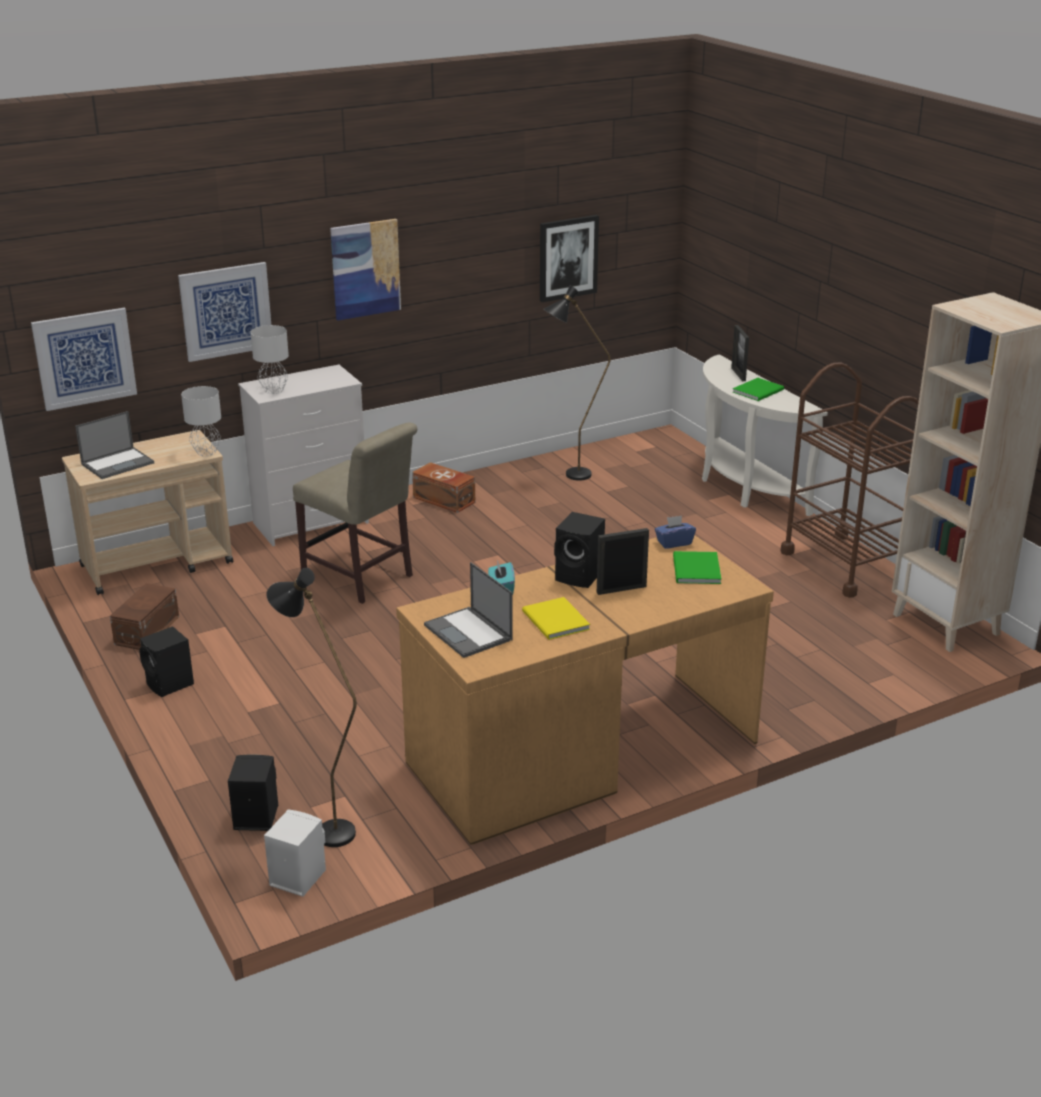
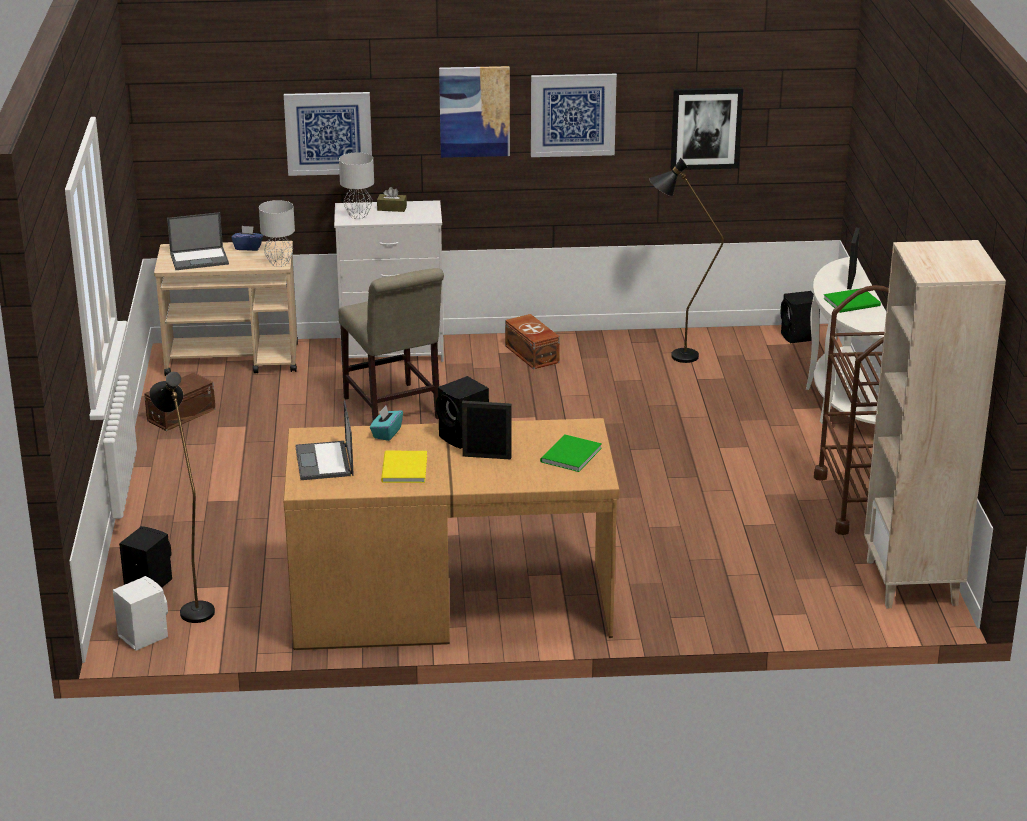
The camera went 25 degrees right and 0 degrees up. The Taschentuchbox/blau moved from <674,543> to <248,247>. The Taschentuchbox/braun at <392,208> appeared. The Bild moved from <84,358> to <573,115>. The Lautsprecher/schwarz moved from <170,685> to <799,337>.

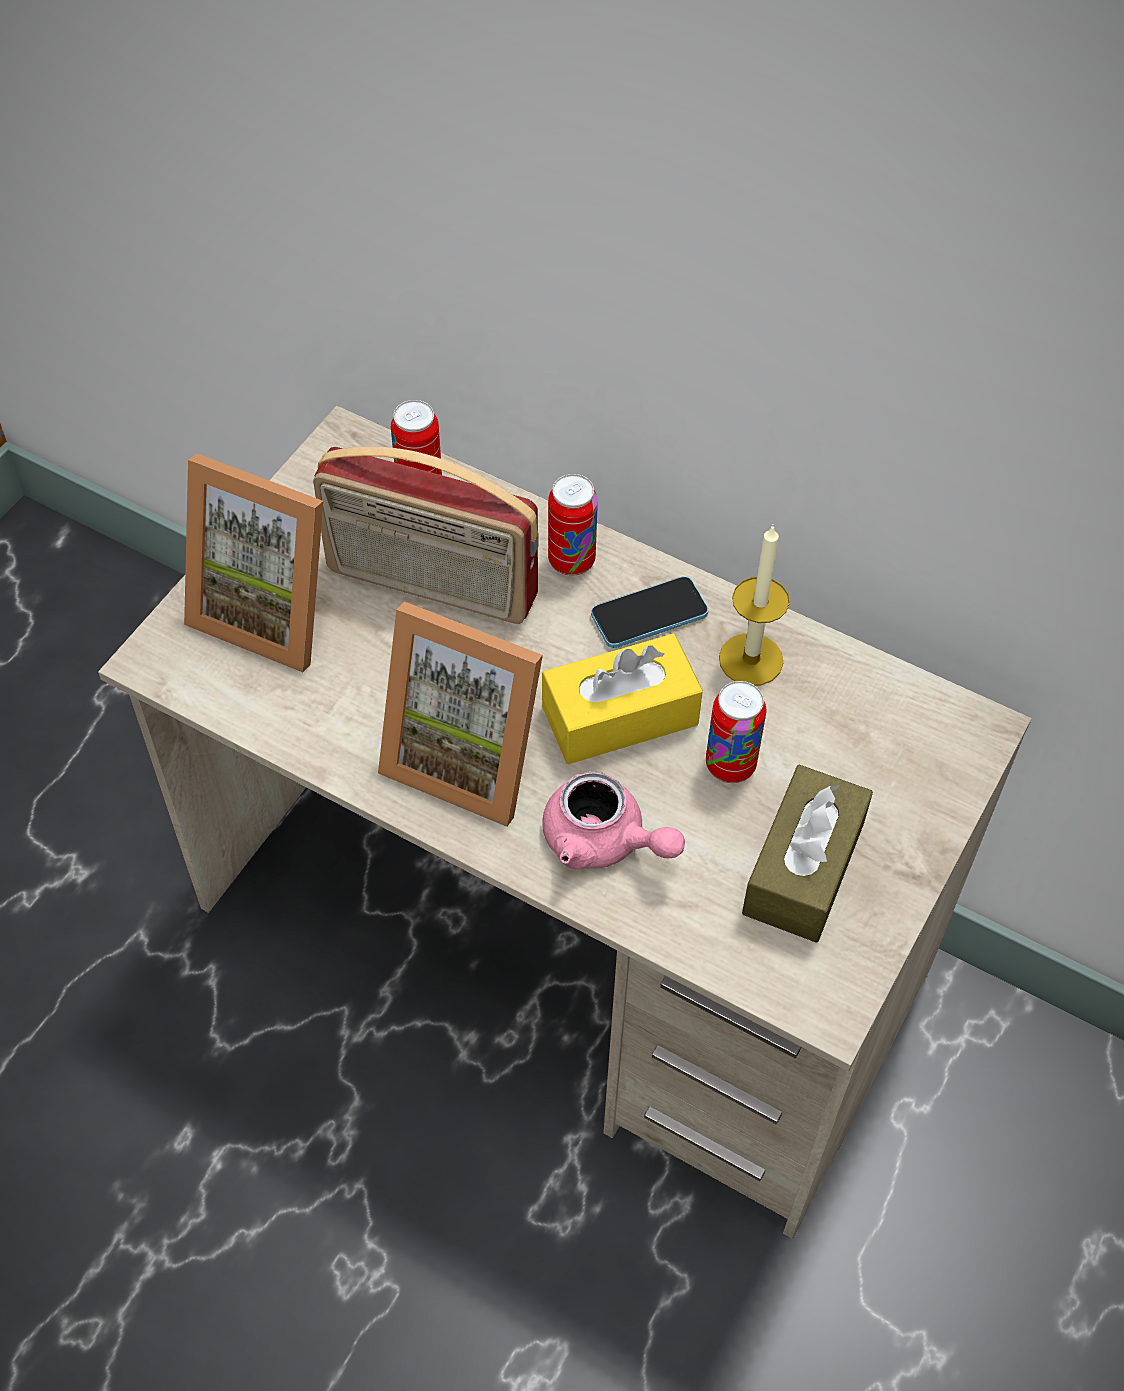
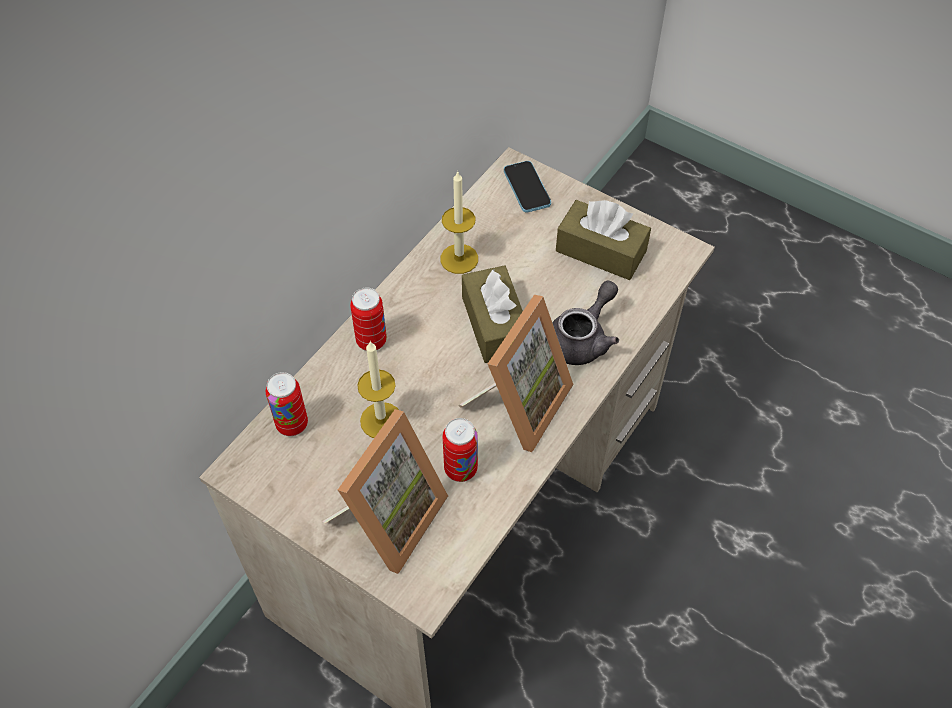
The camera went 85 degrees left and 0 degrees up. The Radio at <430,586> was replaced by the Kerze at <381,420>. The Dose moved from <730,765> to <460,469>. The Taschentuchbox/gelb at <620,716> became the Taschentuchbox/braun at <494,324>. The Handy moved from <649,614> to <527,188>. The Teekanne/rosa at <604,842> became the Teekanne/grau at <583,338>.

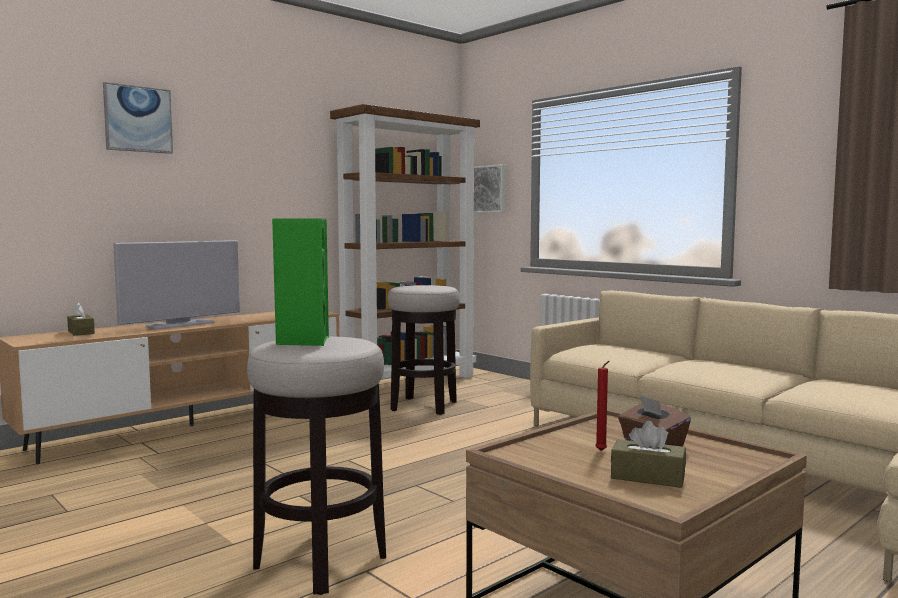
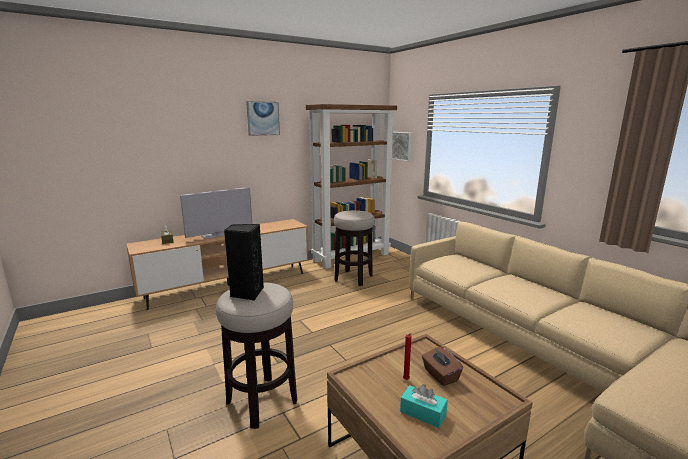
The camera went 10 degrees right and 10 degrees up. The Lautsprecher/grün at <303,341> became the Lautsprecher/schwarz at <247,293>. The Bild moved from <138,119> to <263,118>. The Taschentuchbox/braun at <647,477> became the Taschentuchbox/türkis at <423,413>.

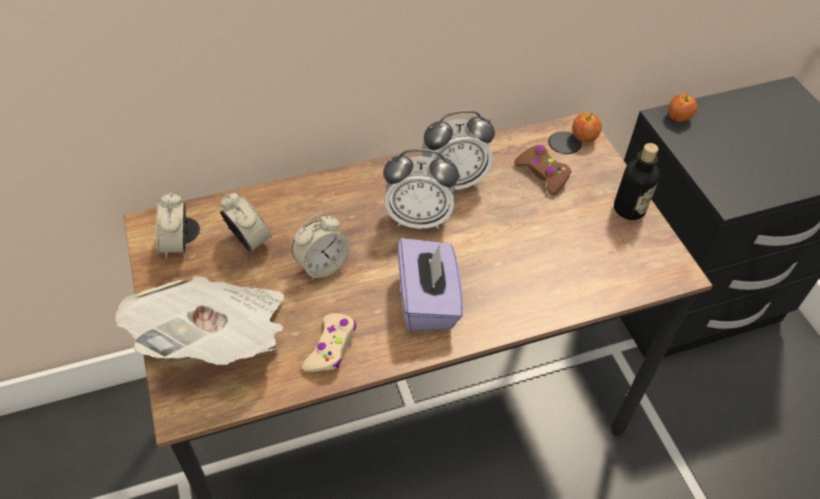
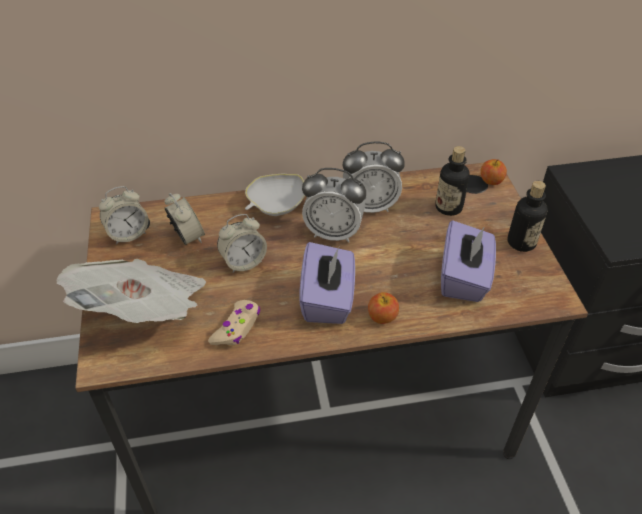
The camera went 10 degrees right and 5 degrees down. The Wecker at <177,244> turned 120 degrees counterclockwise. The Schüssel/weiß at <276,205> appeared. The Apfel moved from <679,117> to <382,317>. The Gamepad/braun at <542,174> was replaced by the Flasche at <448,207>. The Taschentuchbox/lila at <464,278> appeared.

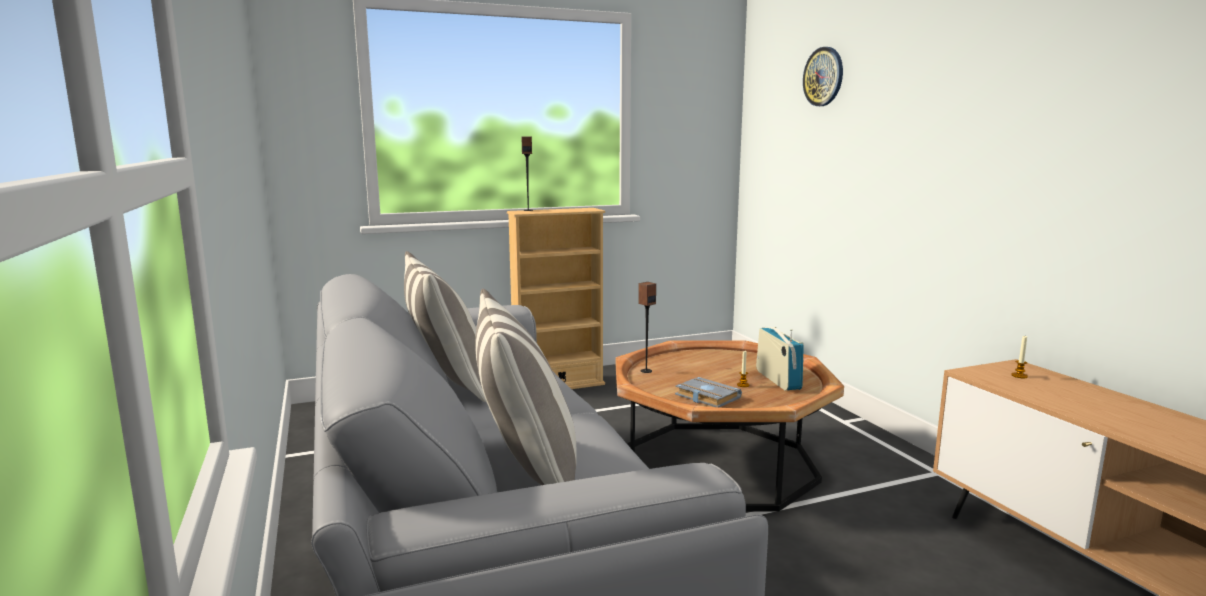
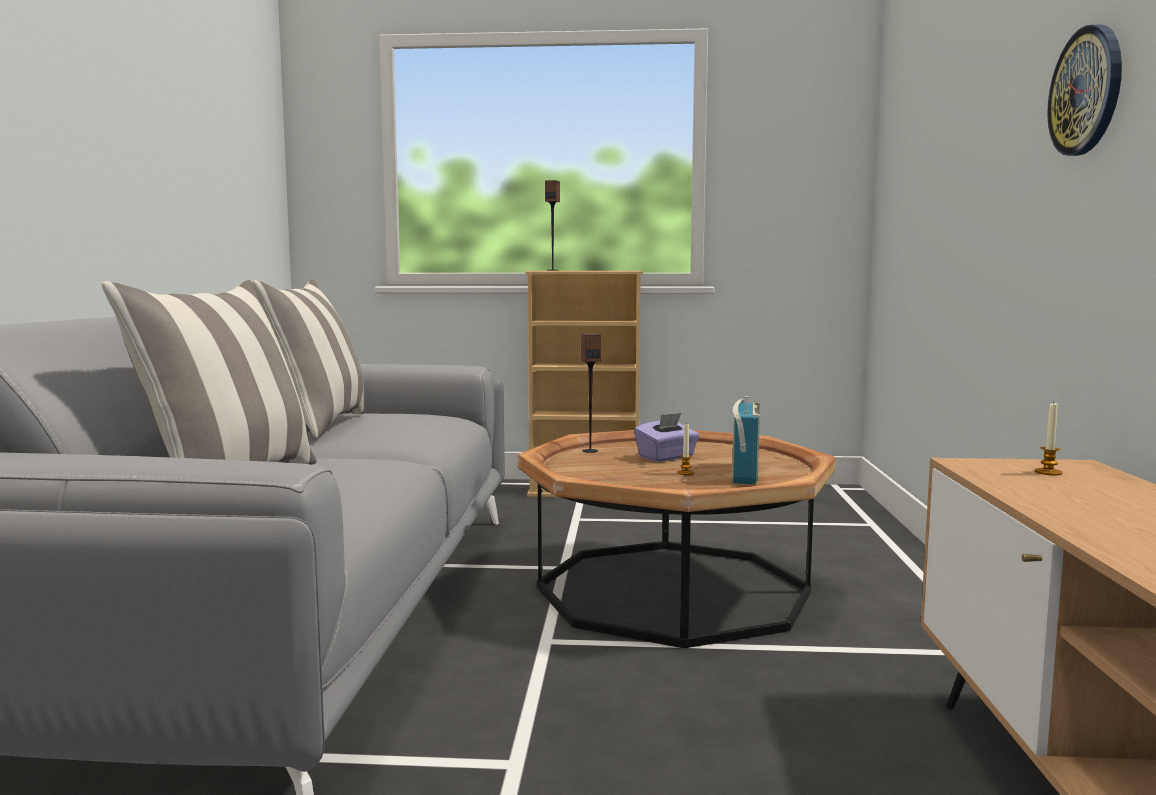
The camera went 25 degrees right and 5 degrees down. The Taschentuchbox/lila at <666,457> appeared. The Wanduhr moved from <823,76> to <1086,91>. The Buch/grau at <705,397> disappeared.

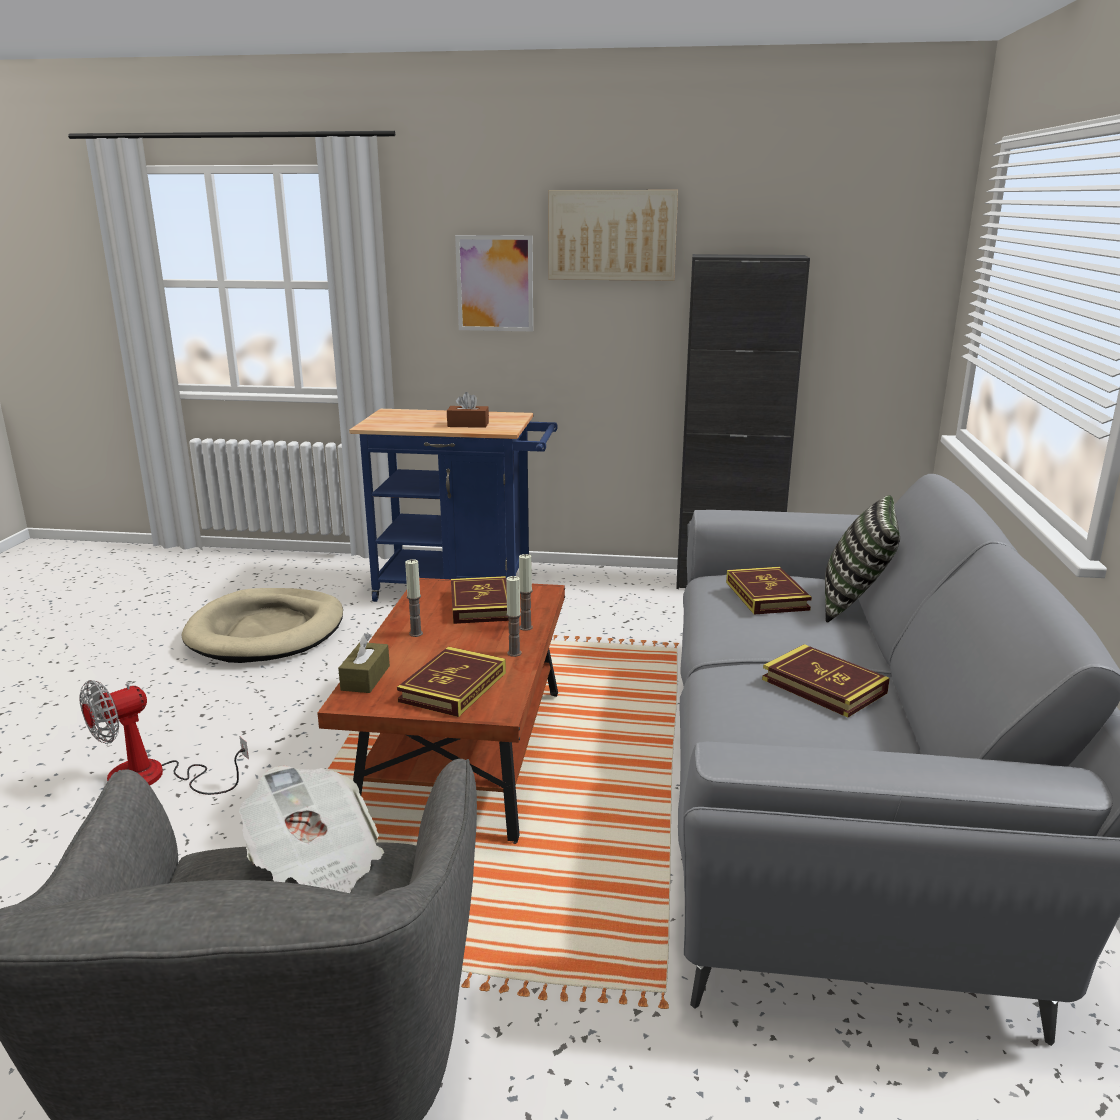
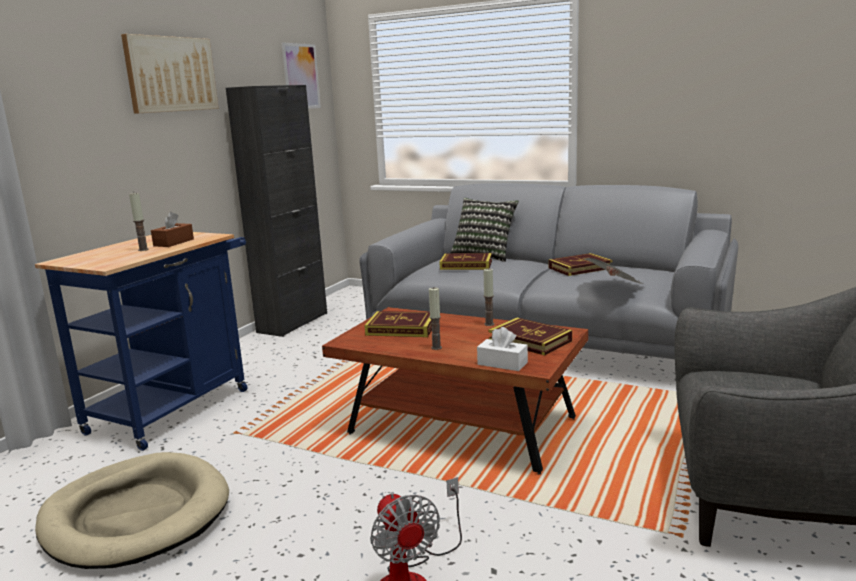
The camera went 70 degrees left and 5 degrees down. The Kerze moved from <526,627> to <143,250>. The Bild moved from <495,283> to <301,76>. The Taschentuchbox/braun at <365,678> became the Taschentuchbox/weiß at <502,363>. The Zeitung moved from <316,863> to <614,286>.

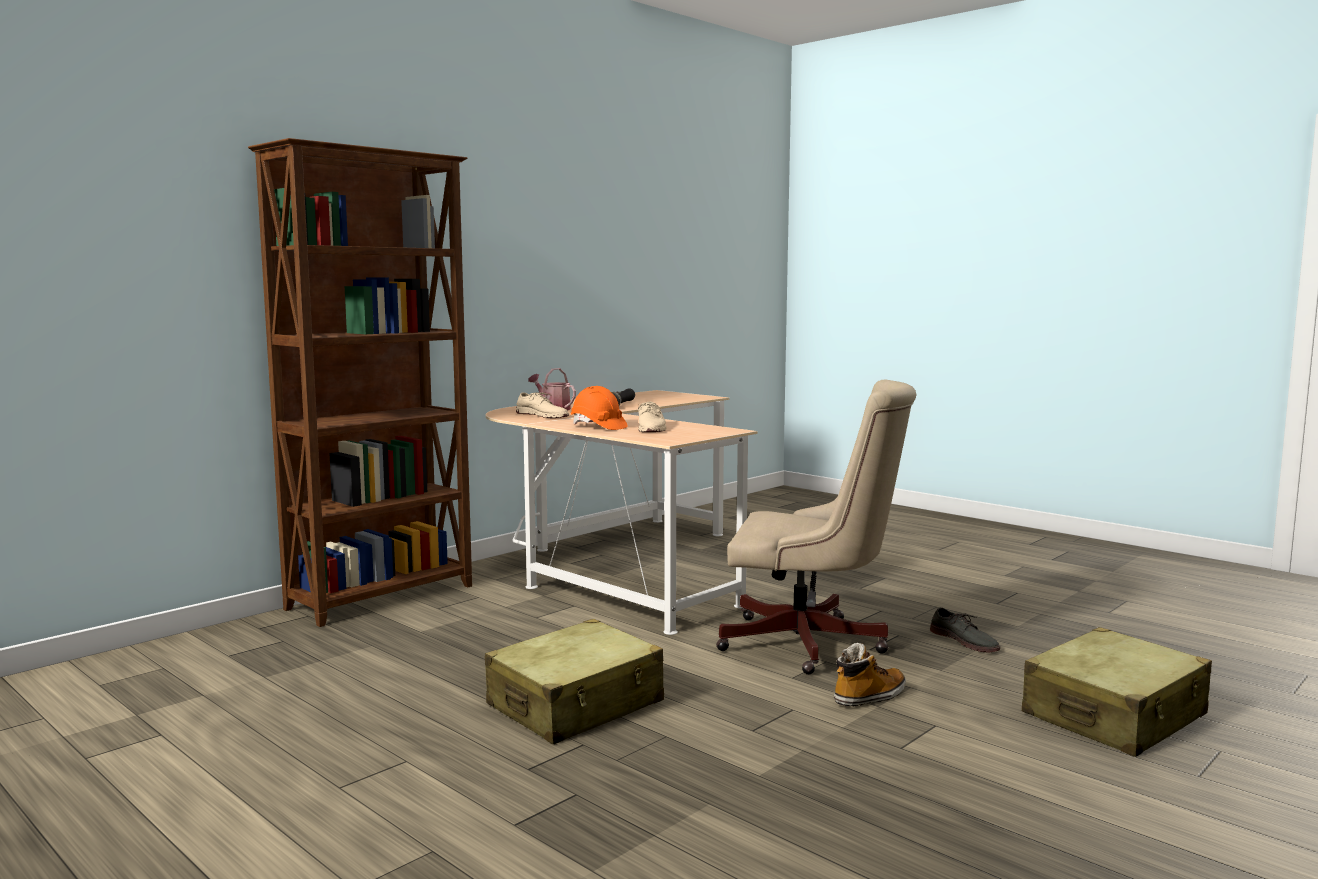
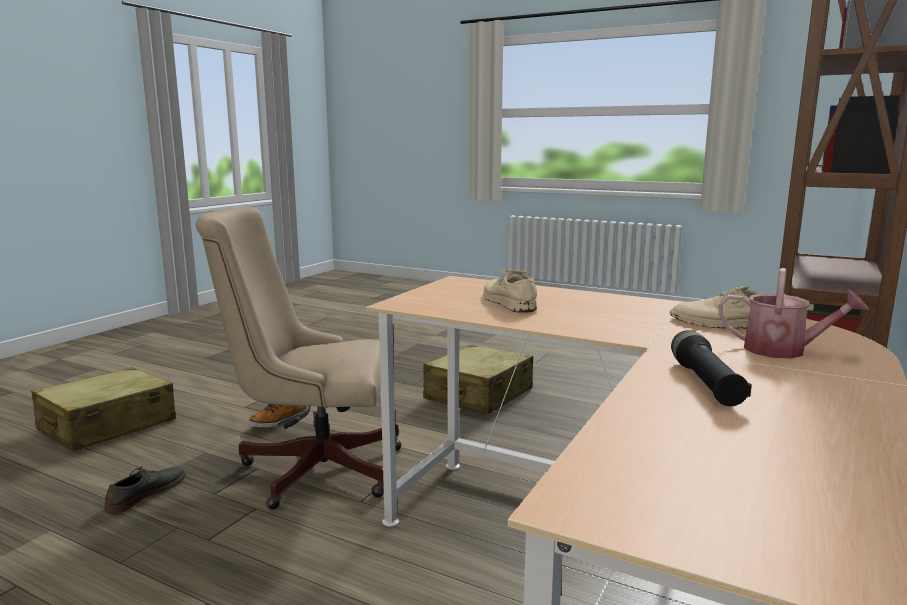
The camera went 165 degrees right and 5 degrees up. The Schuh/grau at <964,641> turned 75 degrees clockwise. The Schutzhelm/orange at <598,427> disappeared.

